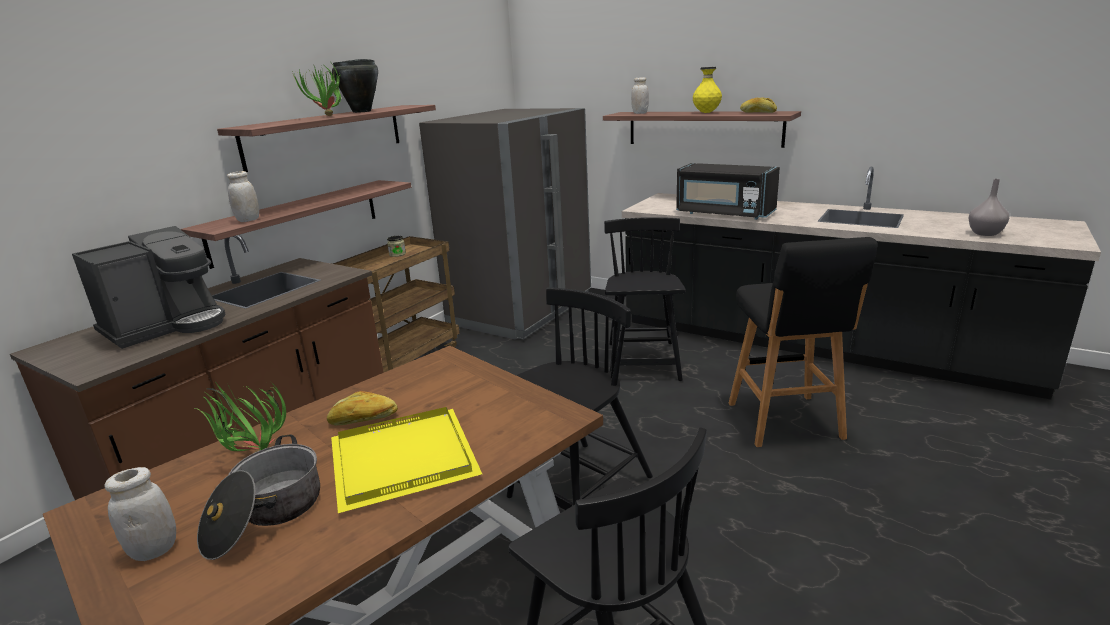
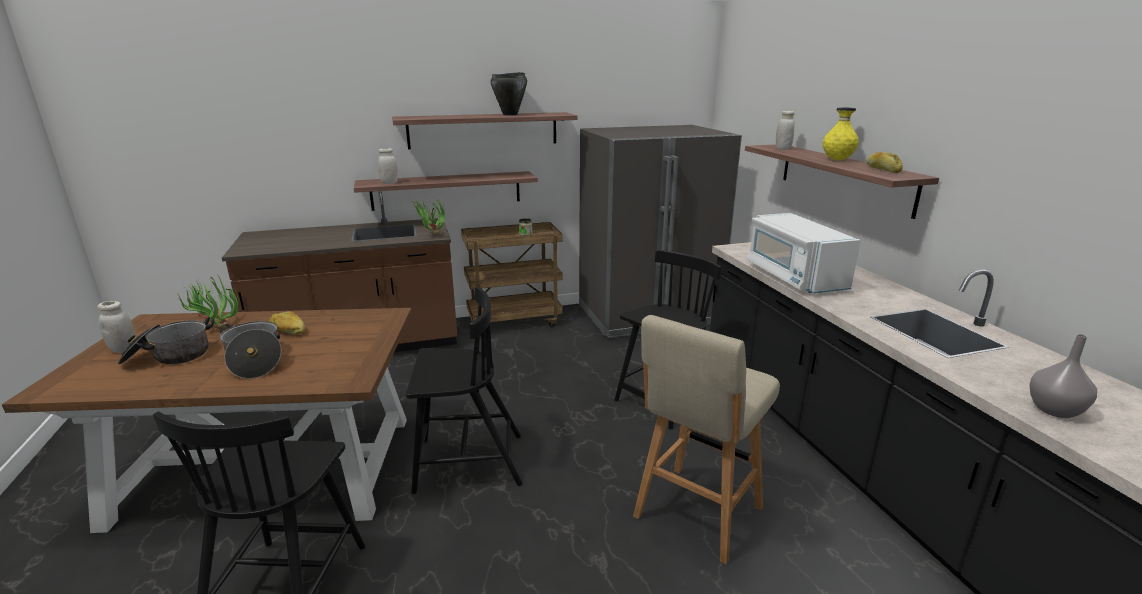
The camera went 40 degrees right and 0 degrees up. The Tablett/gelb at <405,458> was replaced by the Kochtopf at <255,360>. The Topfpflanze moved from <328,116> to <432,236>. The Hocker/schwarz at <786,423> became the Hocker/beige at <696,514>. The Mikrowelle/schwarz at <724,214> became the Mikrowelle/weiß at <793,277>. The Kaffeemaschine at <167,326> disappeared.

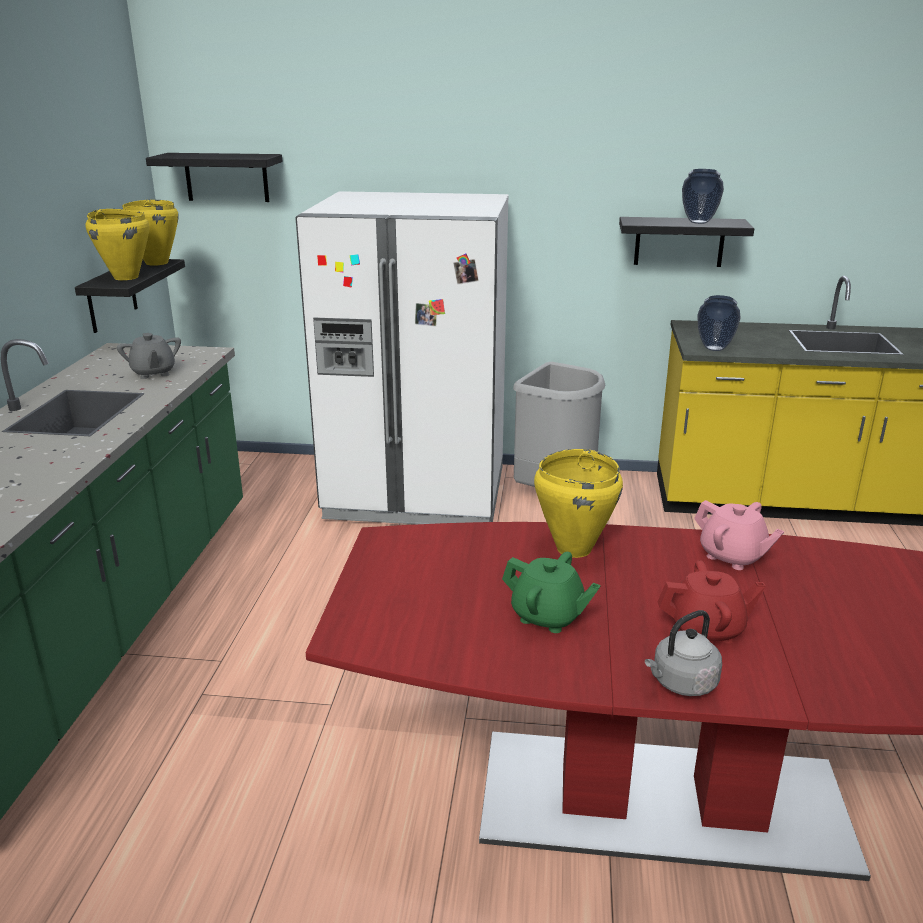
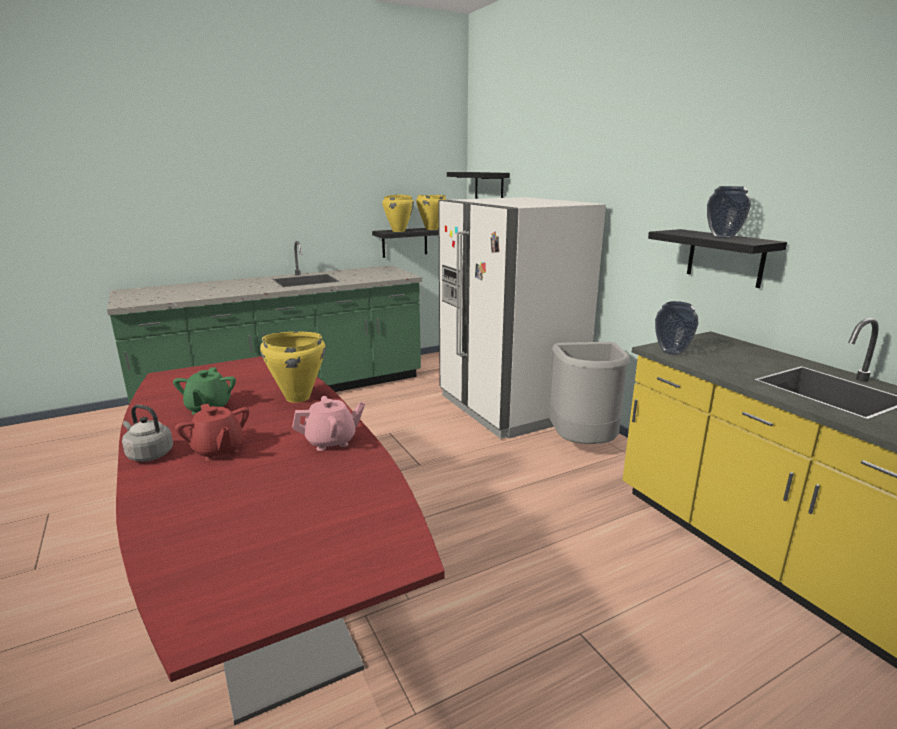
The camera went 55 degrees right and 5 degrees down. The Teekanne/rosa at <732,556> turned 120 degrees counterclockwise. The Teekanne/grau at <153,373> disappeared.

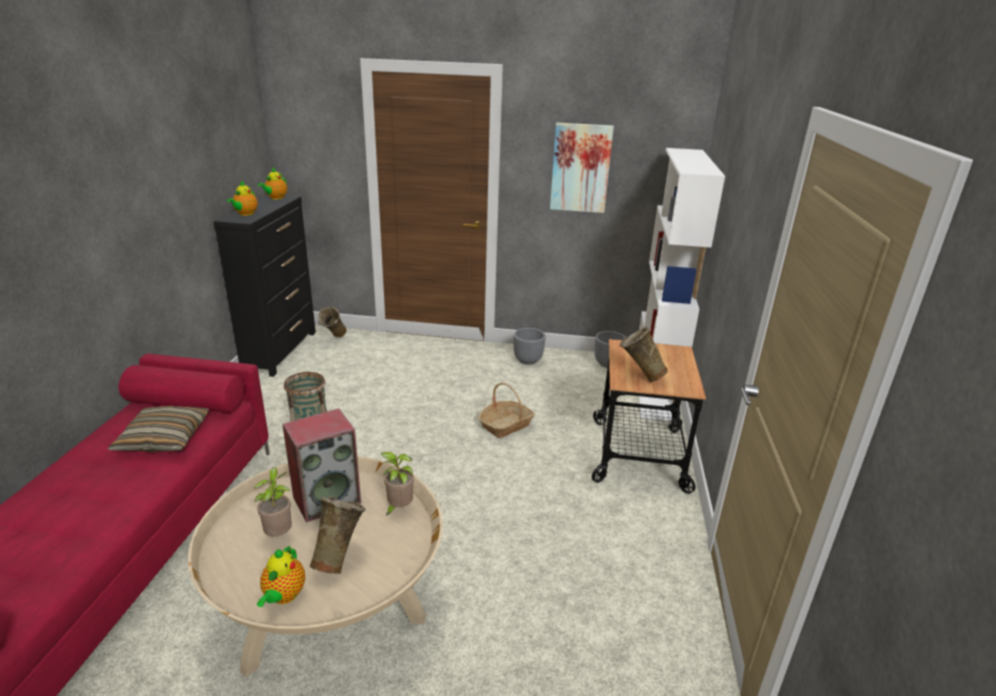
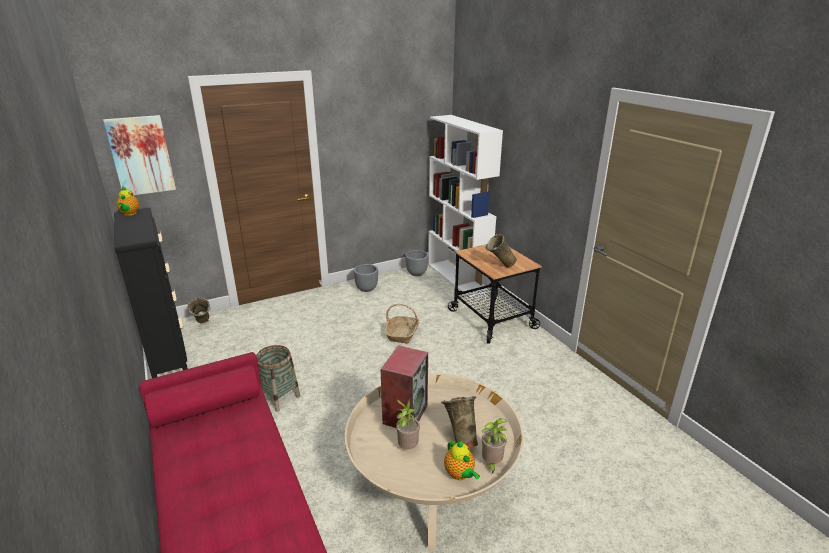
The camera went 35 degrees left and 0 degrees up. The Bild moved from <580,168> to <141,155>. The Topfpflanze moved from <398,508> to <491,463>. The Kissen at <164,438> disappeared. The Teekanne at <245,214> disappeared.

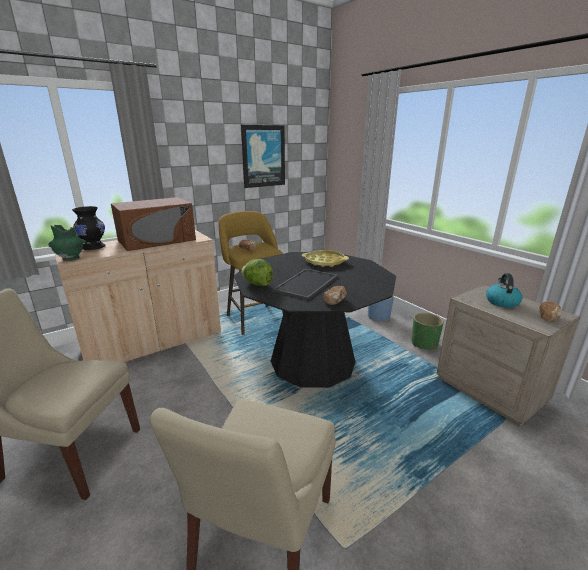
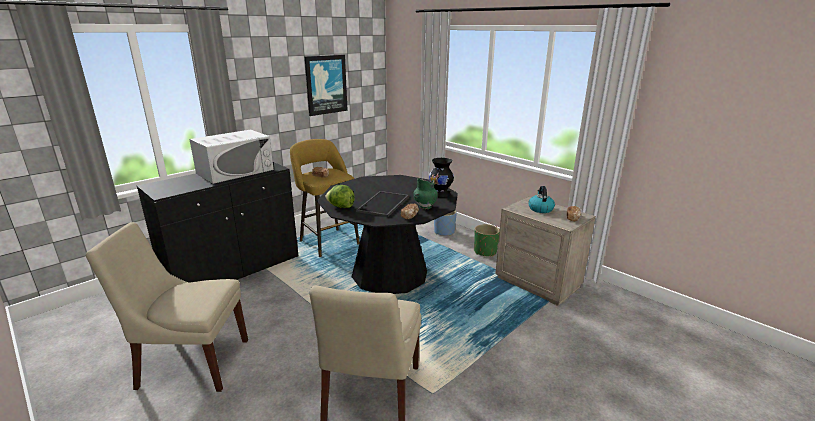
The camera went 10 degrees left and 0 degrees up. The Schrank/beige at <154,341> became the Schrank/schwarz at <233,270>. The Mikrowelle/braun at <157,240> became the Mikrowelle/weiß at <235,171>. The Vase/grün moved from <71,258> to <425,207>. The Vase/schwarz moved from <94,247> to <441,194>. The Tablett/gelb at <324,262> disappeared.

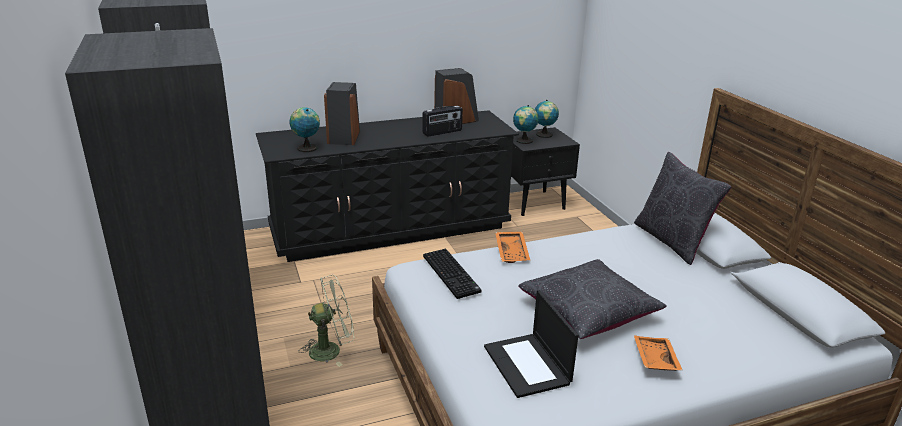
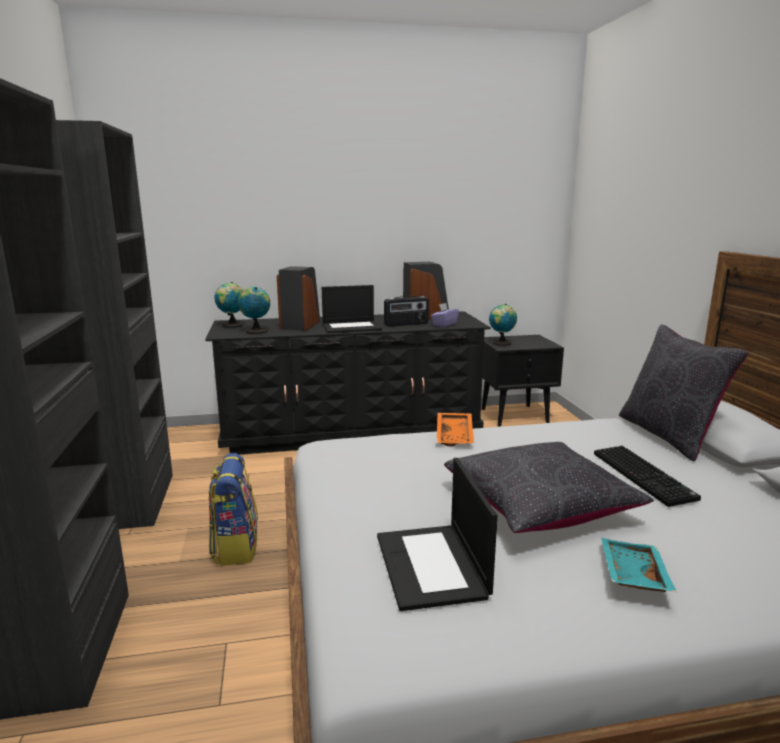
The camera went 10 degrees right and 10 degrees down. The Ventilator/grün at <331,350> was replaced by the Rucksack at <235,547>. The Globus moved from <544,135> to <232,326>. The Laptop at <352,327> appeared. The Taschentuchbox/lila at <444,324> appeared. The Tastatur moved from <452,274> to <645,476>. The Tablett/orange at <654,359> became the Tablett/türkis at <631,575>.

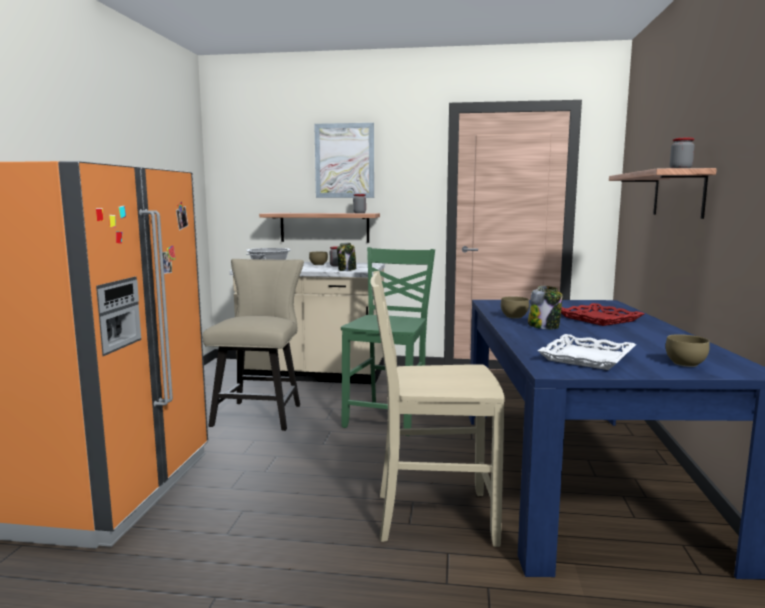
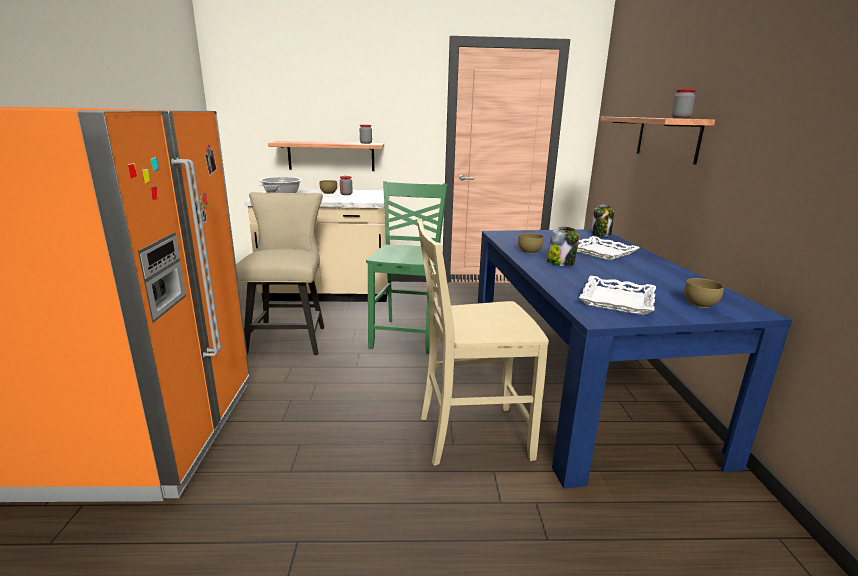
The camera went 10 degrees left and 10 degrees up. The Tablett/rot at <598,319> became the Tablett/weiß at <600,252>. The Vorratsglas moved from <347,270> to <601,234>. The Bild at <344,161> disappeared.

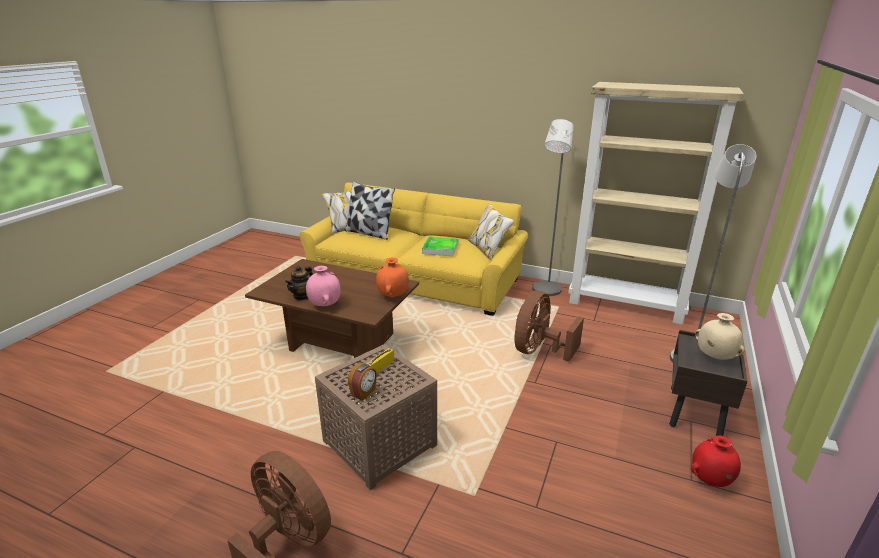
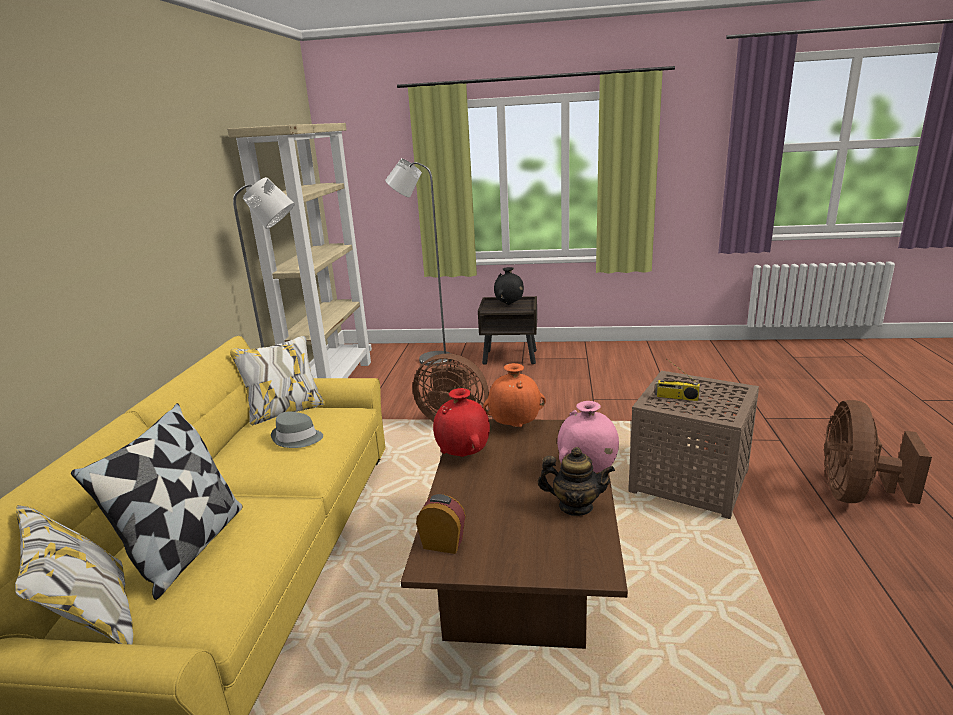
The camera went 105 degrees left and 5 degrees down. The Tablett at <440,249> was replaced by the Hut/grau at <297,438>. The Wecker moved from <364,392> to <443,543>. The Vase/rot moved from <710,480> to <463,455>. The Vase/beige at <714,357> became the Vase/schwarz at <509,304>.

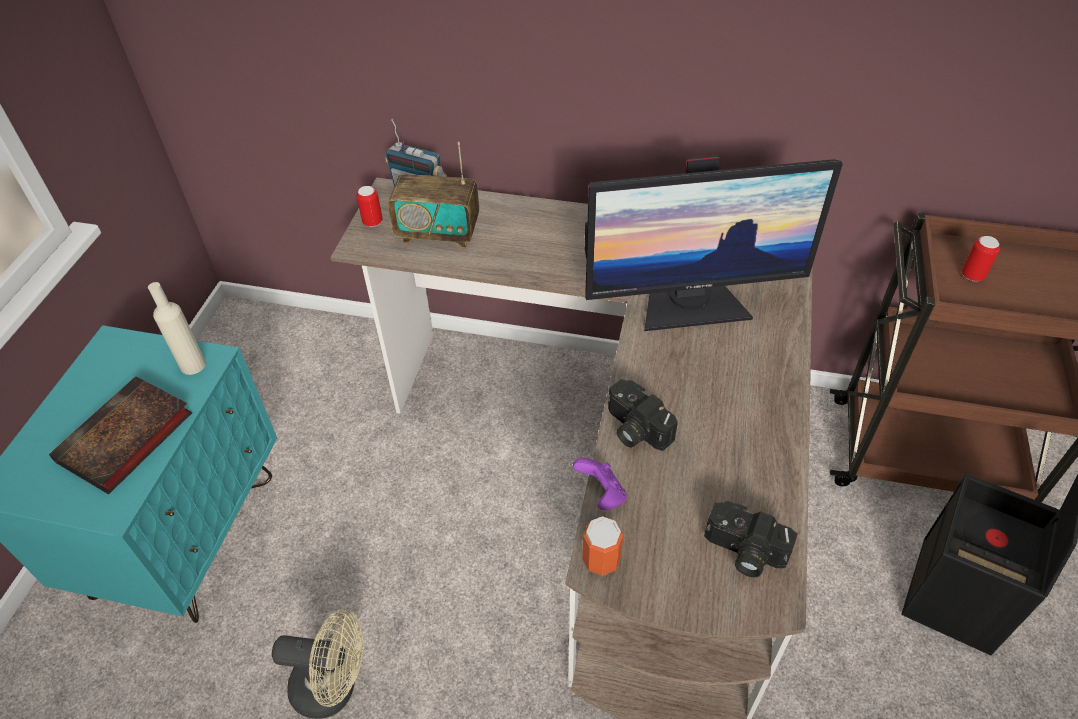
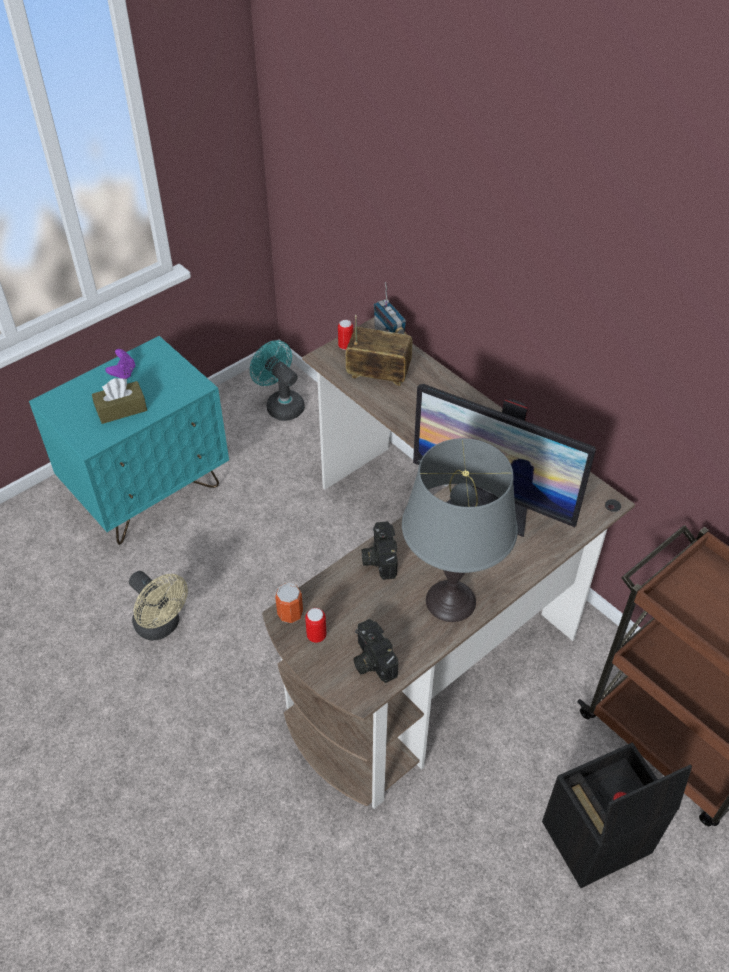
The camera went 35 degrees right and 0 degrees up. The Buch at <124,441> was replaced by the Taschentuchbox/braun at <121,409>. The Gamepad/lila moved from <601,494> to <123,373>. The Ventilator/türkis at <281,405> appeared. The Dose moved from <972,276> to <316,635>. The Radio at <438,233> turned 150 degrees clockwise. The Tischlampe/grau at <450,600> appeared. The Flasche/beige at <193,365> disappeared.

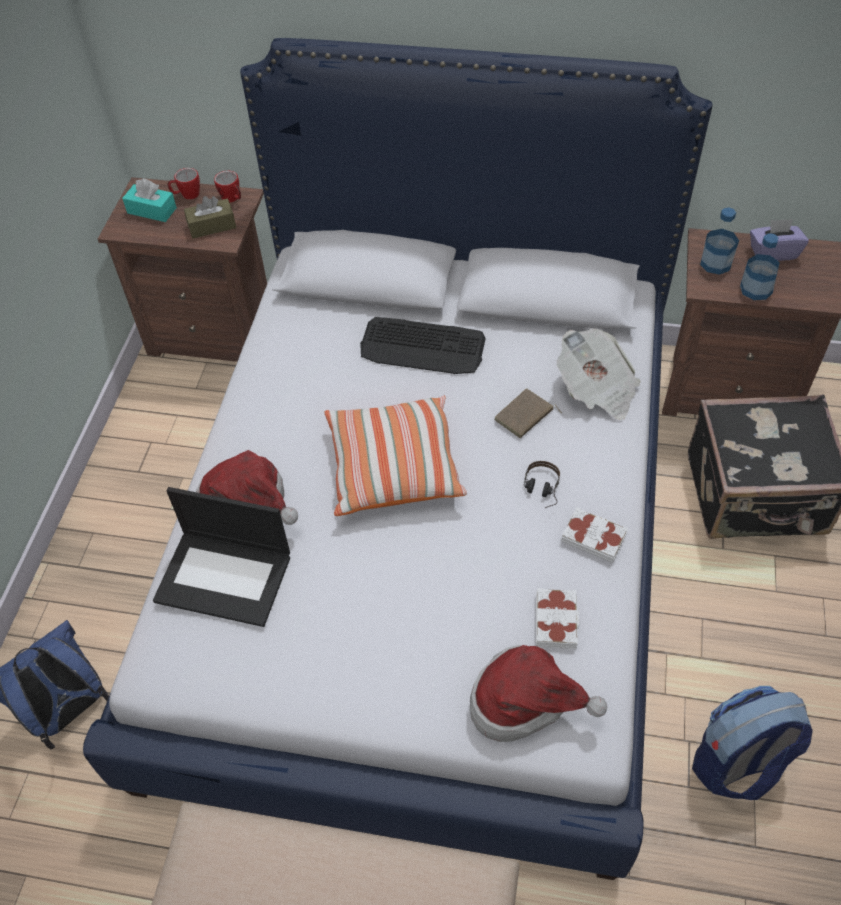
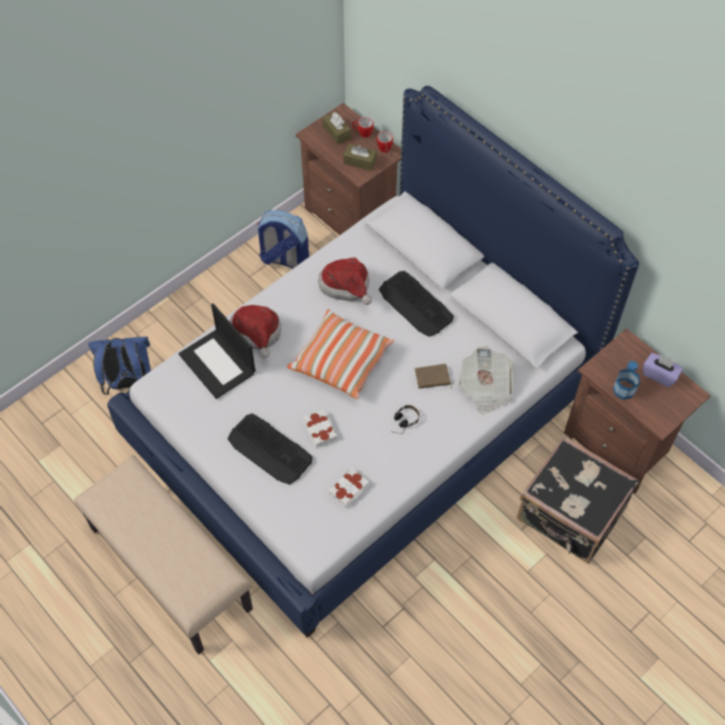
The camera went 35 degrees right and 5 degrees up. The Tastatur at <270,449> appeared. The Rucksack moved from <737,764> to <284,259>. The Buch/weiß moved from <593,537> to <320,430>. The Hut moved from <524,702> to <347,288>. The Taschentuchbox/türkis at <152,210> became the Taschentuchbox/braun at <336,132>. The Flasche at <715,263> disappeared.

